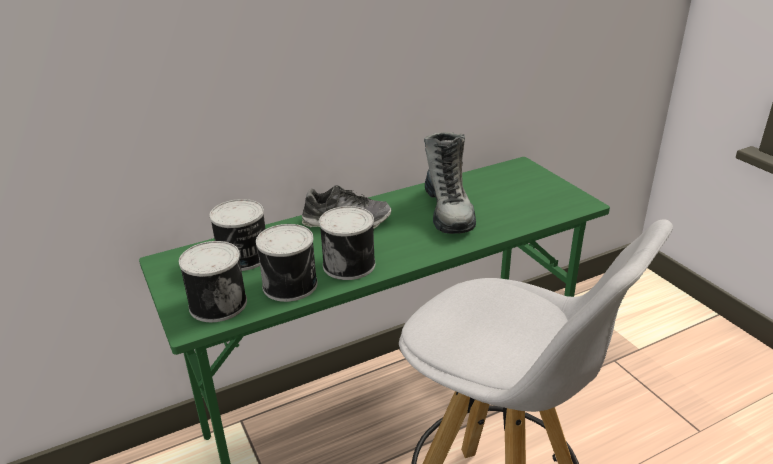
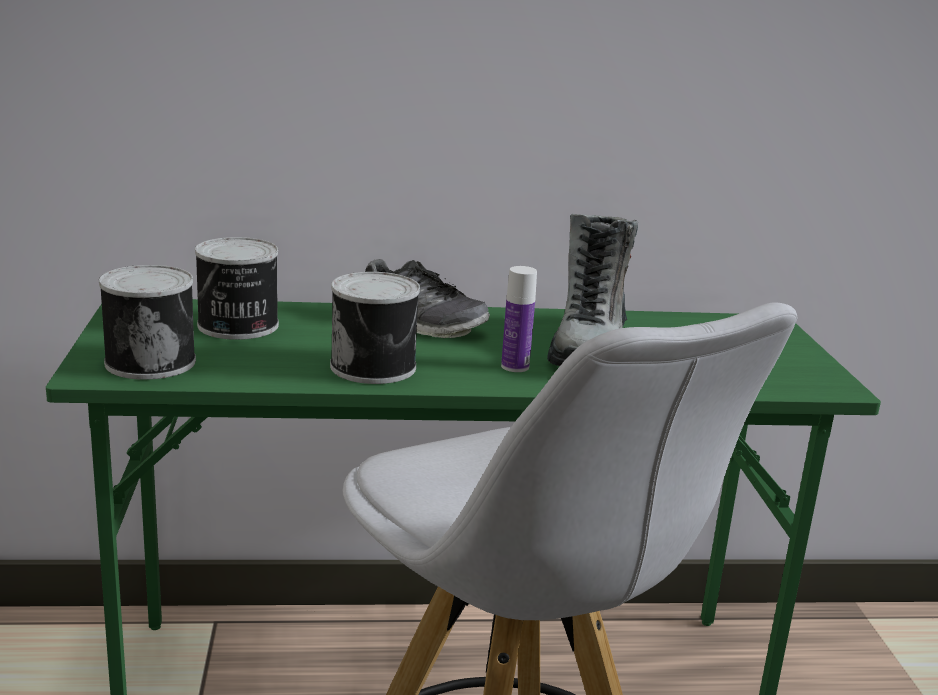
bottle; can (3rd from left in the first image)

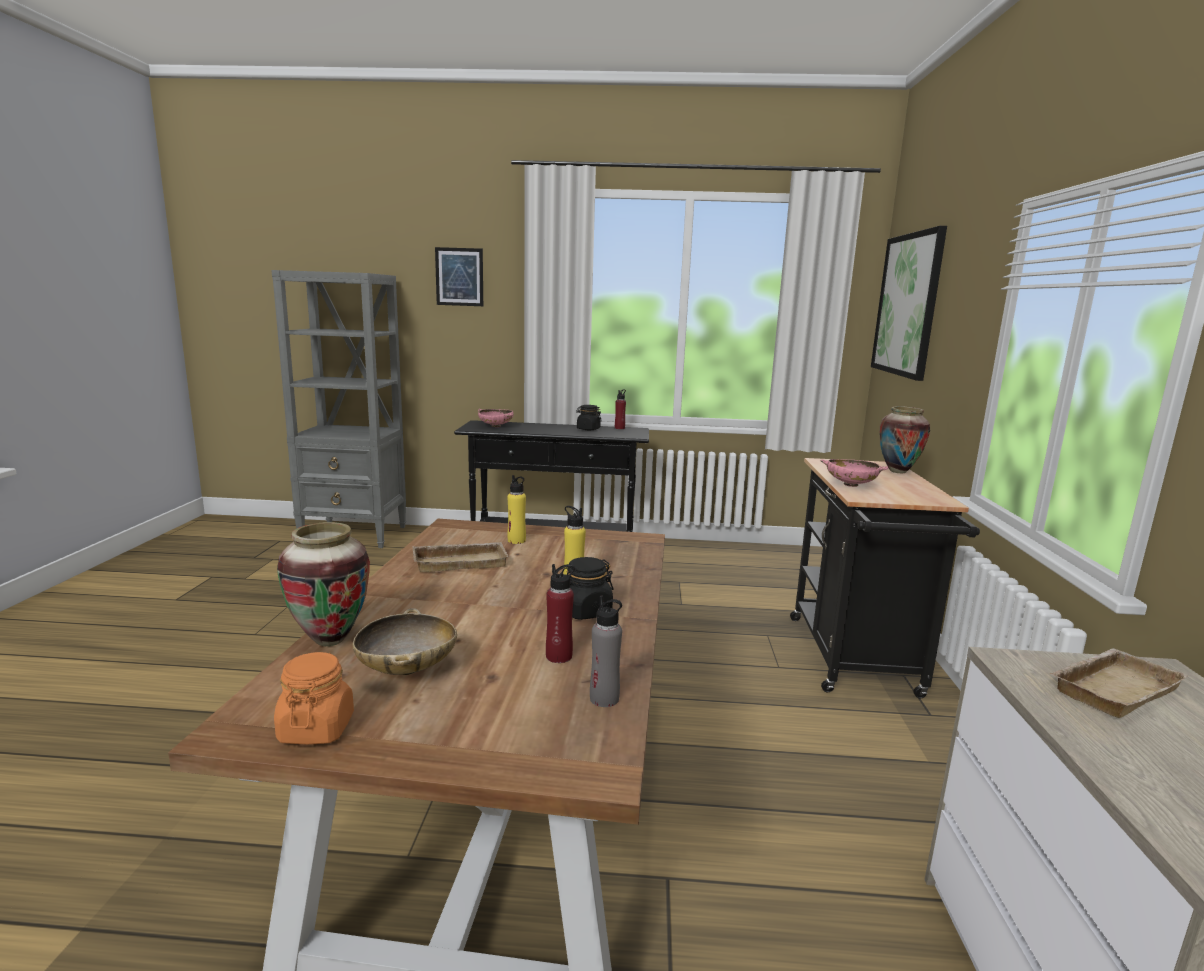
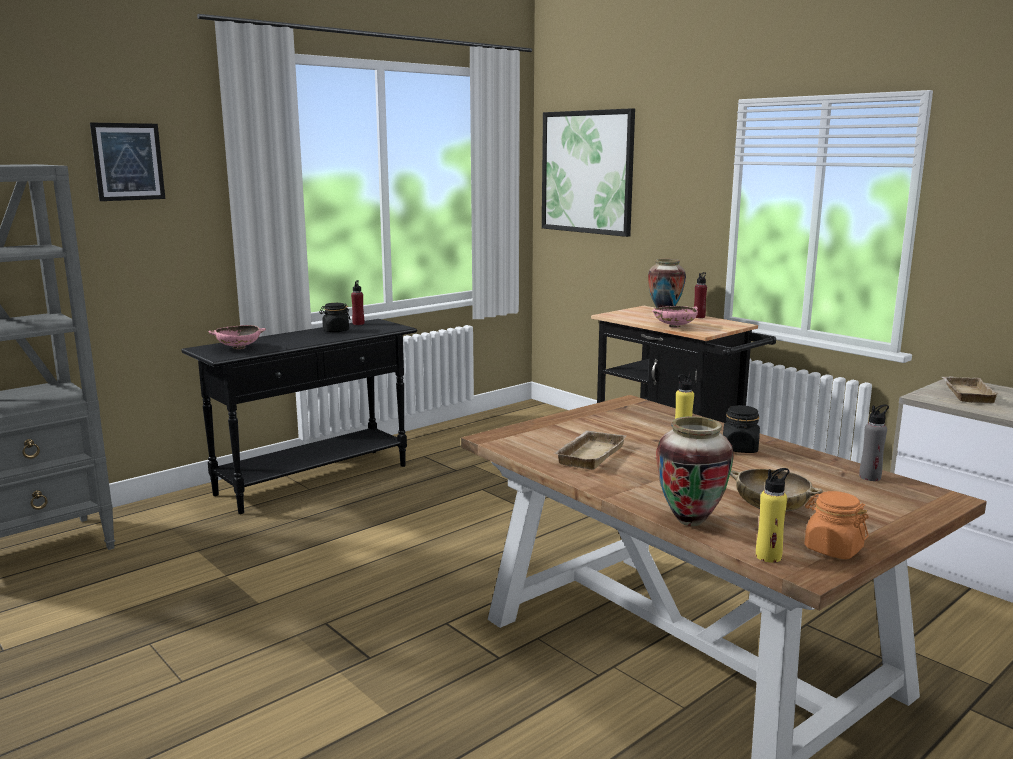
bottle/red (2nd from left); bottle/yellow (2nd from left)

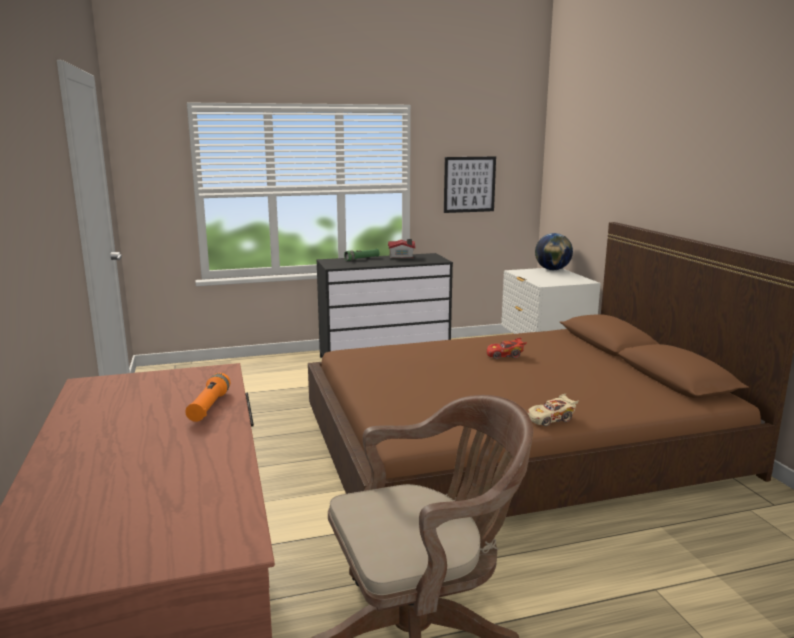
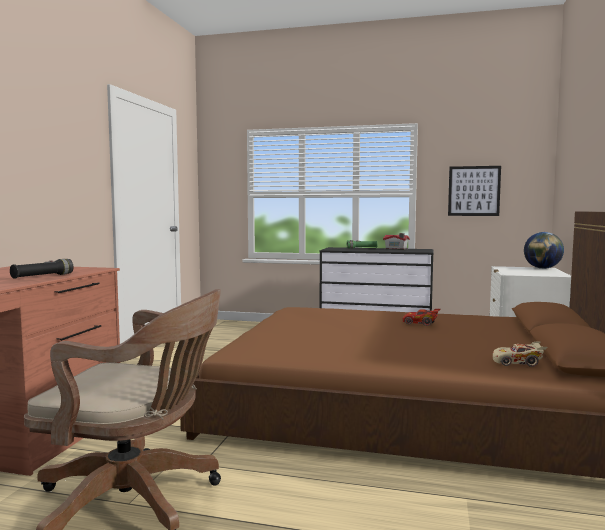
flashlight/black; toy car/beige

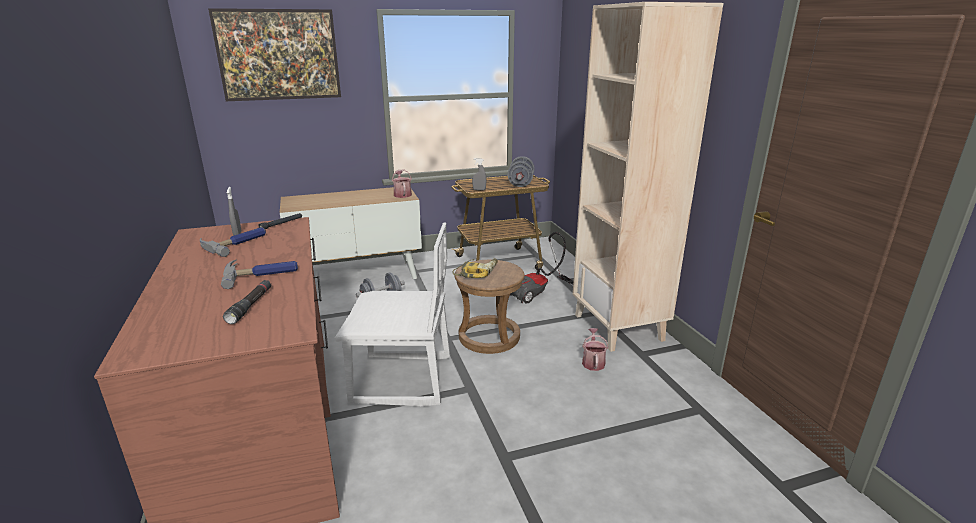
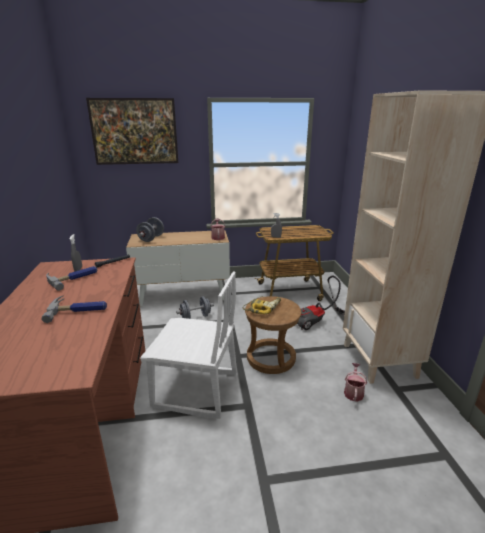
dumbbell/grey (1st from left); flashlight/black (1st from left in the first image)

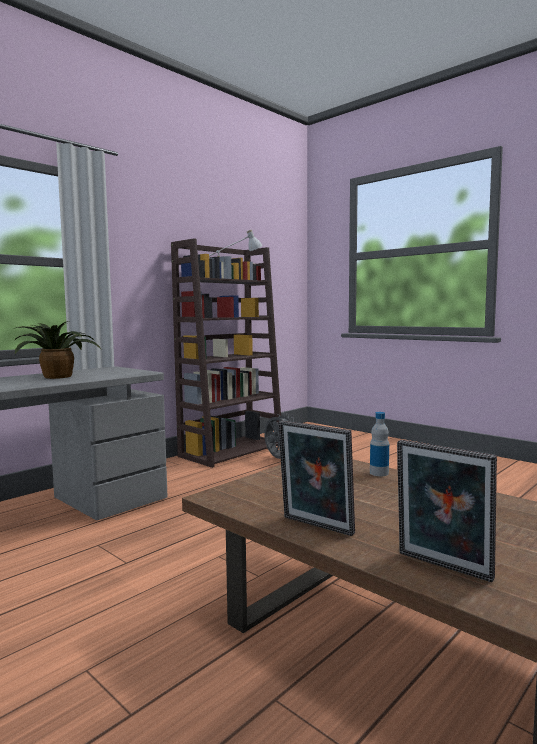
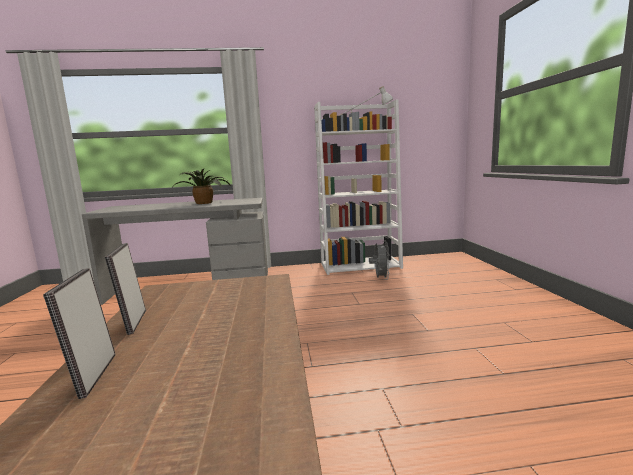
bookcase/white; bottle

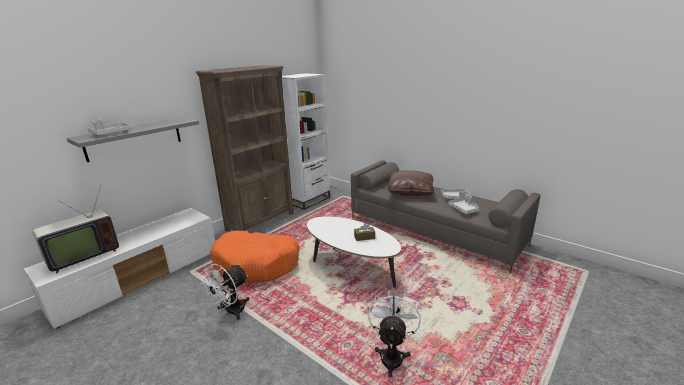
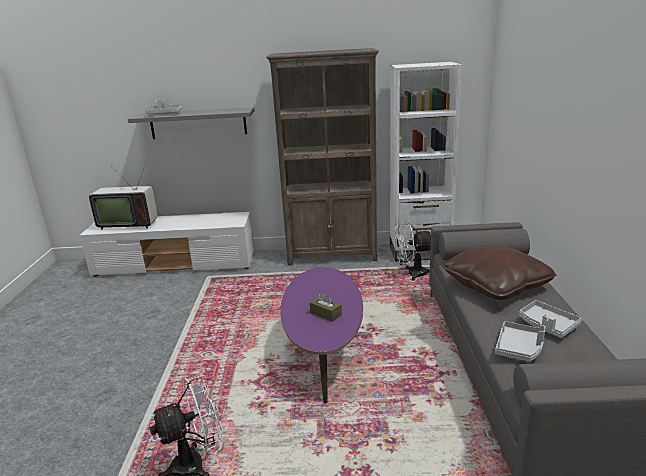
coffee table/purple; fan/white (2nd from left); dog bed/orange

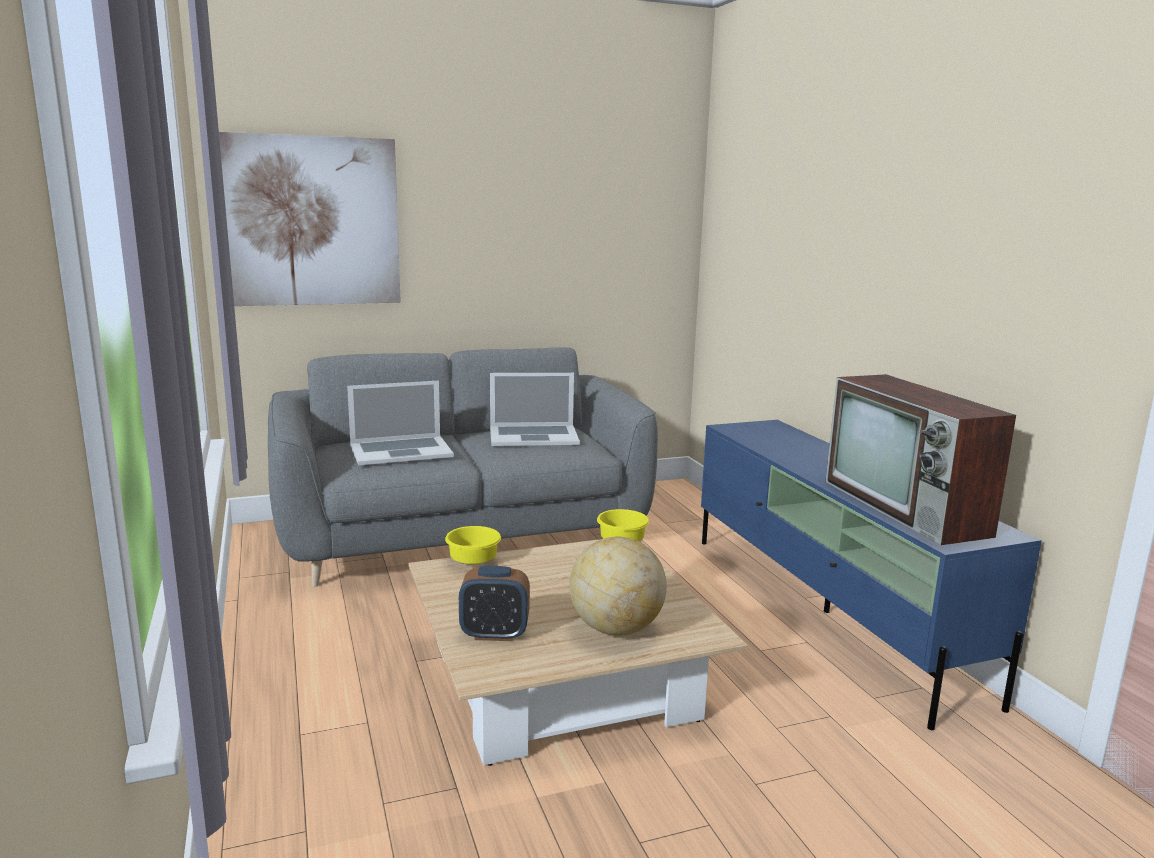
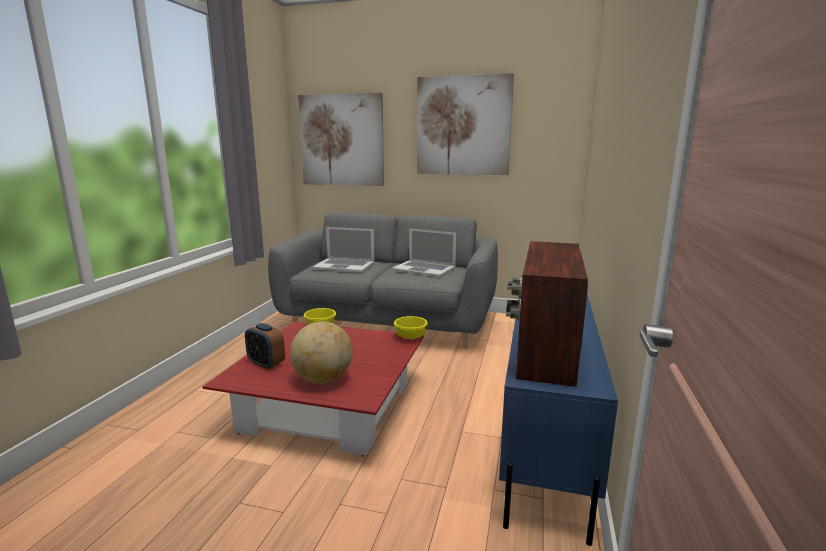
coffee table/red; picture (2nd from left)

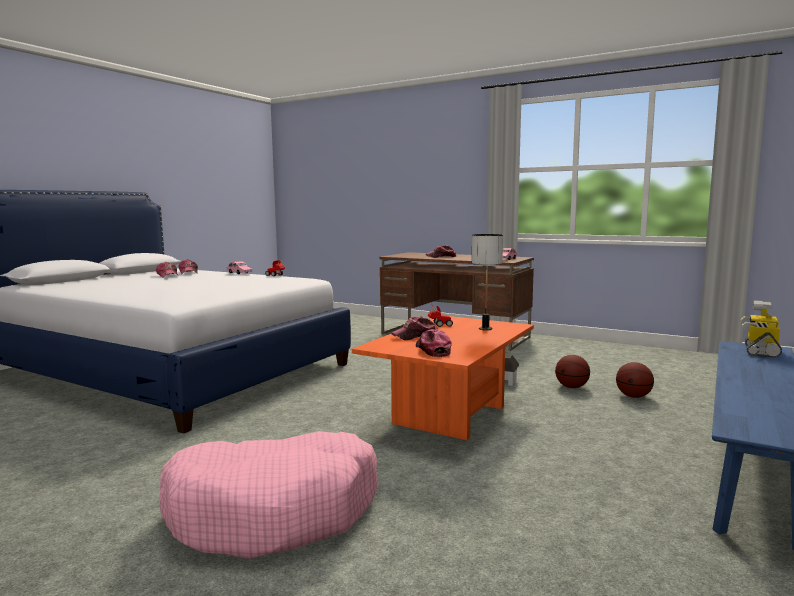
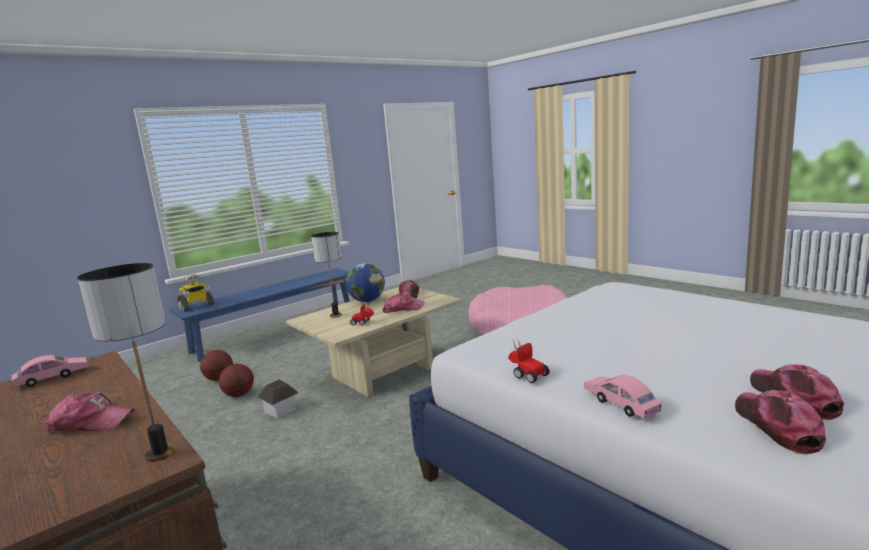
table lamp (1st from left); coffee table/beige; globe

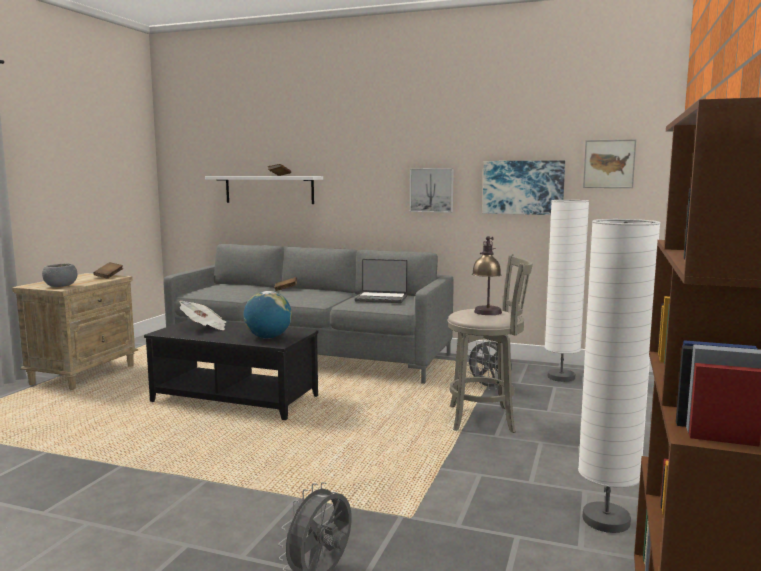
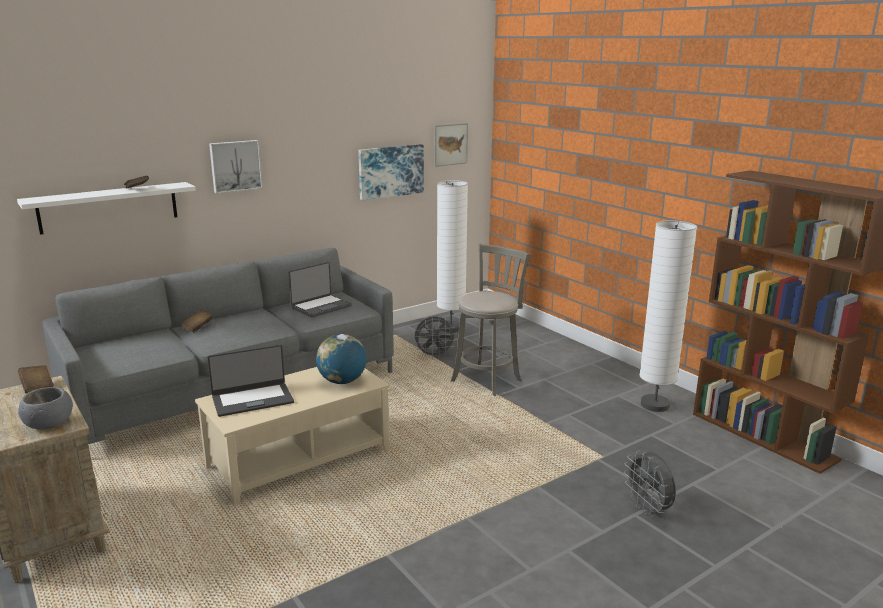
coffee table/beige; laptop (1st from left); picture (1st from left); table lamp

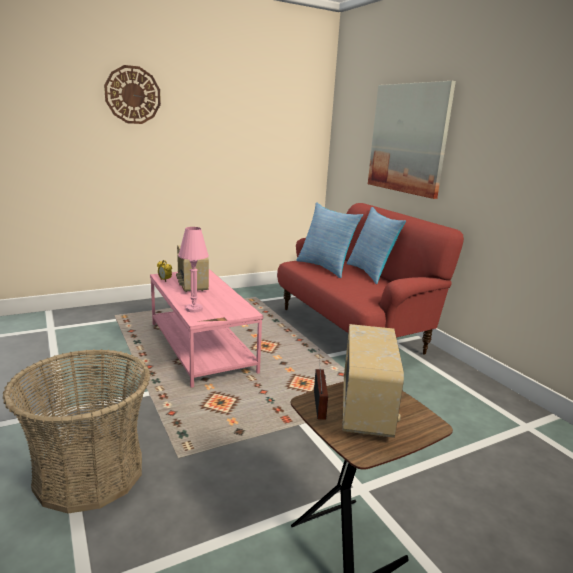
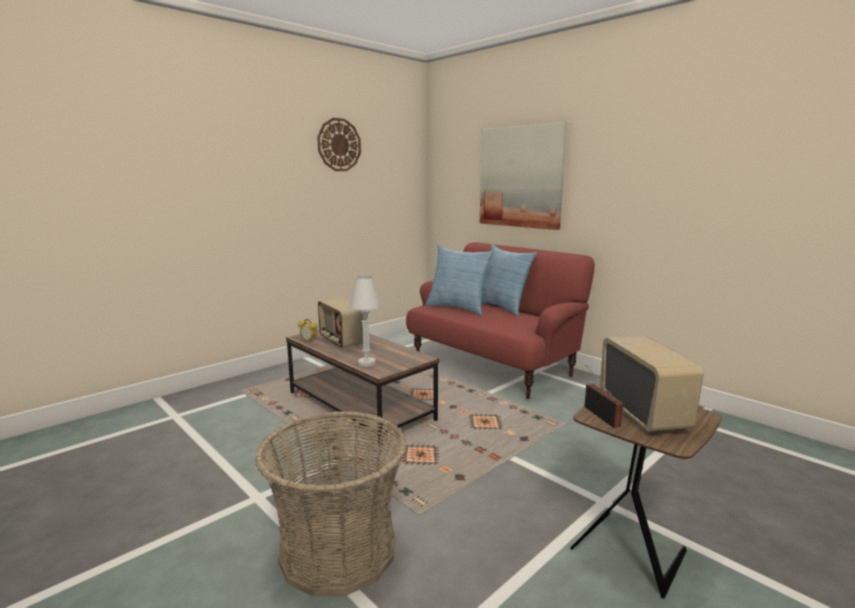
coffee table/brown; wall clock; table lamp/white

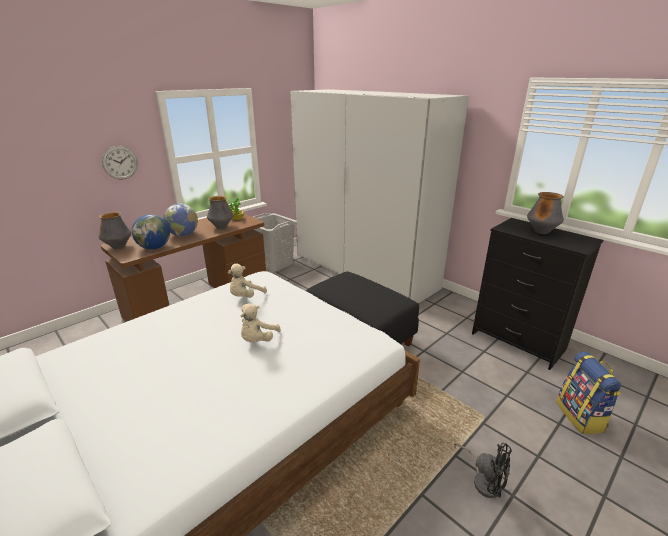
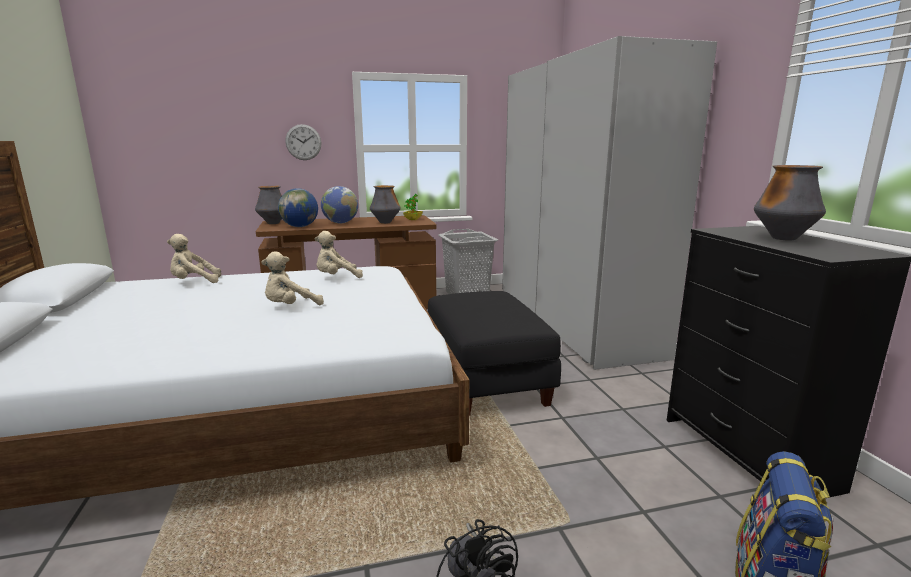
plush toy/beige (1st from left)

